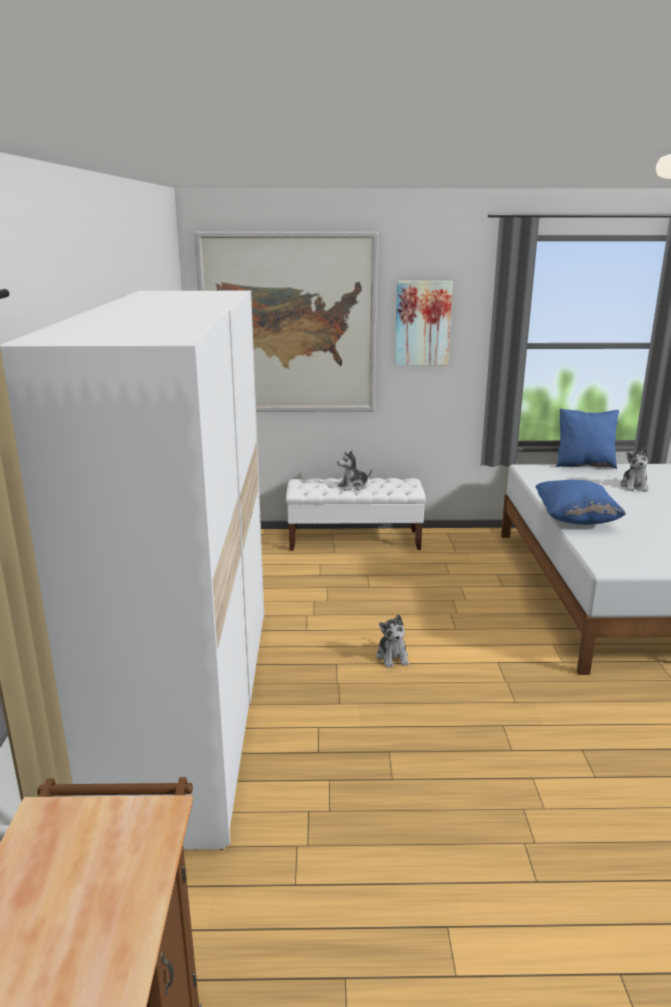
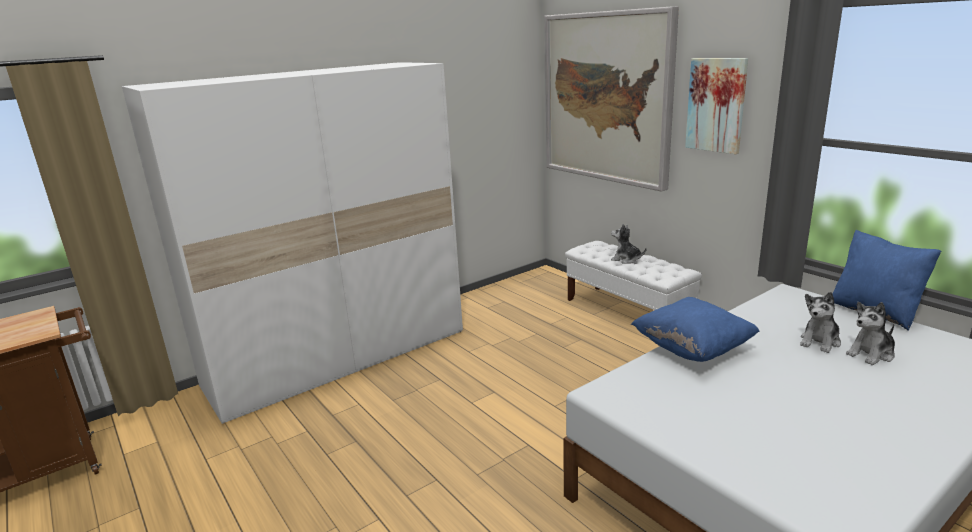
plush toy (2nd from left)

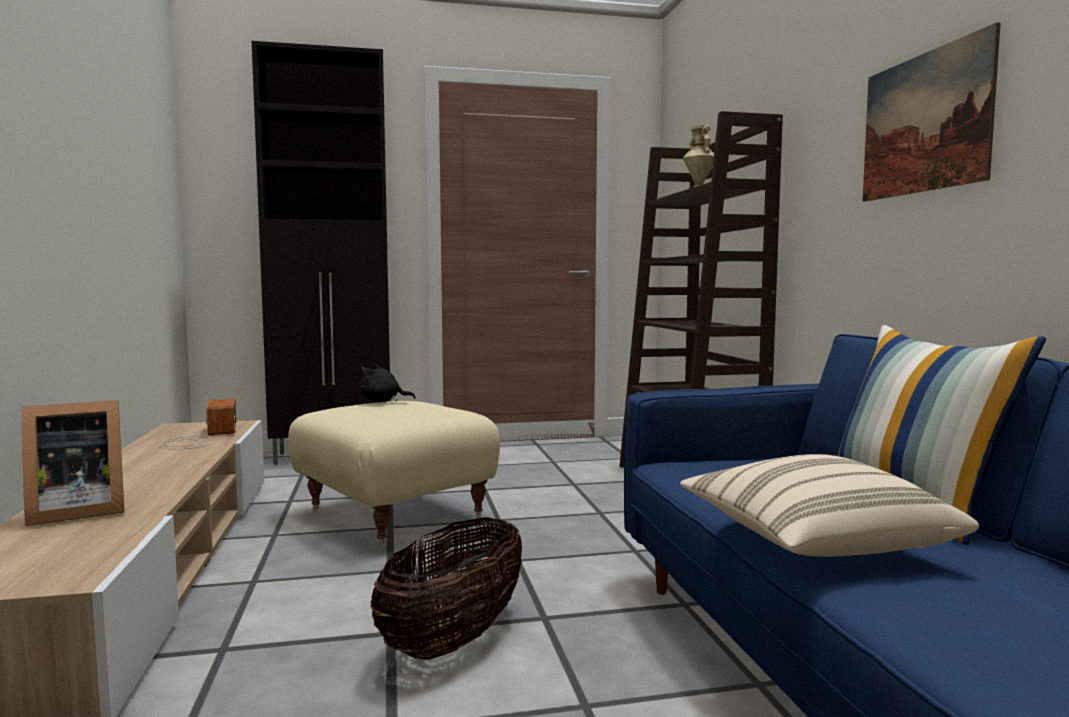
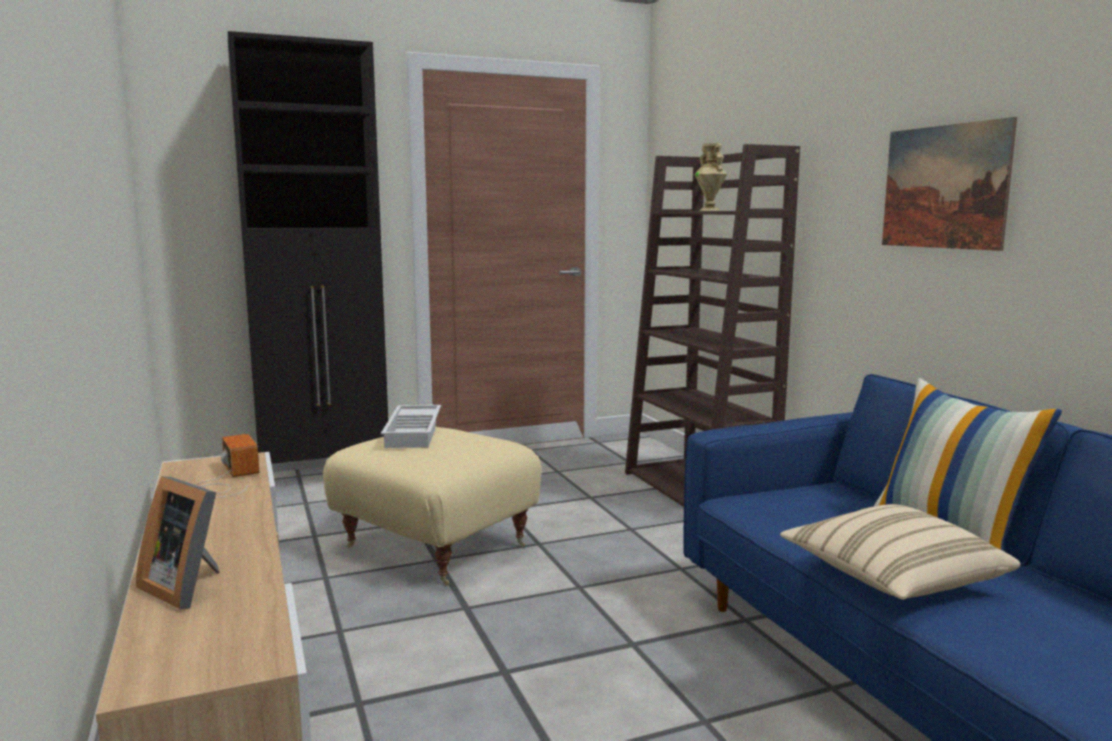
picture frame; tray/white; basket

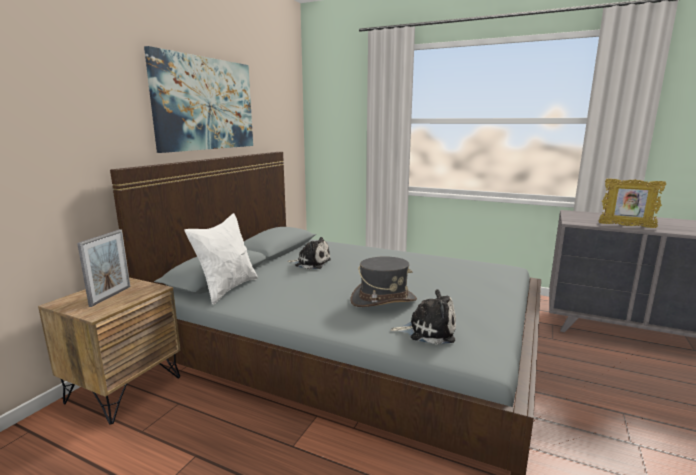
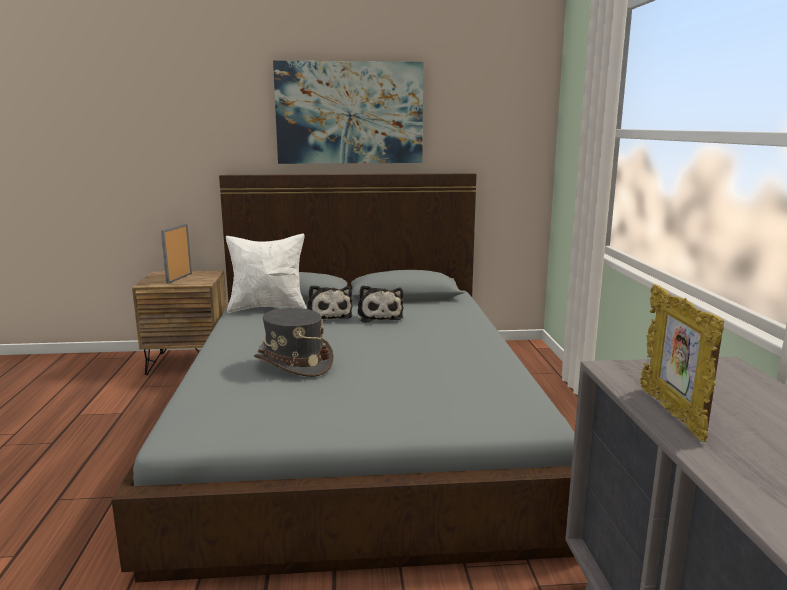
picture frame (1st from left); plush toy (1st from left)

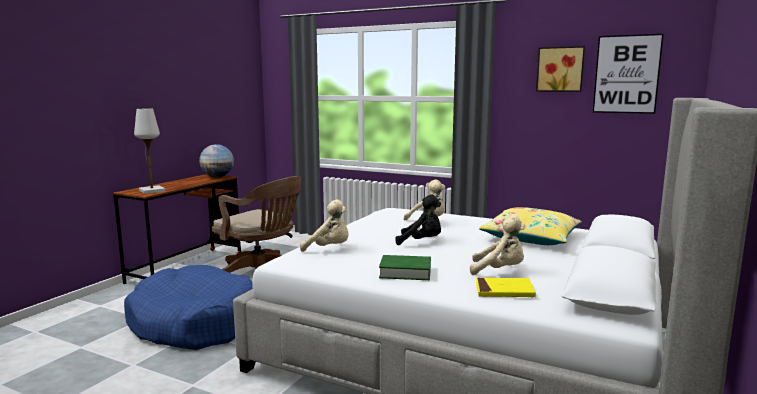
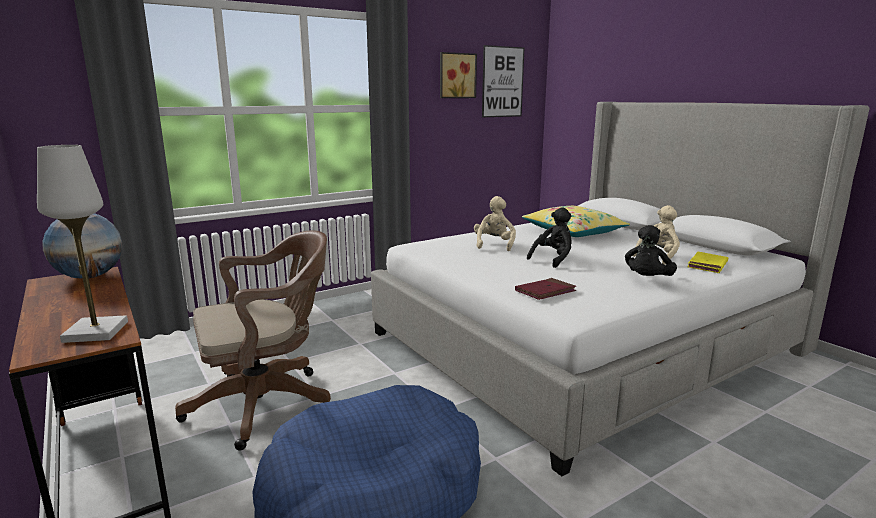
book/red; plush toy/black (2nd from left)

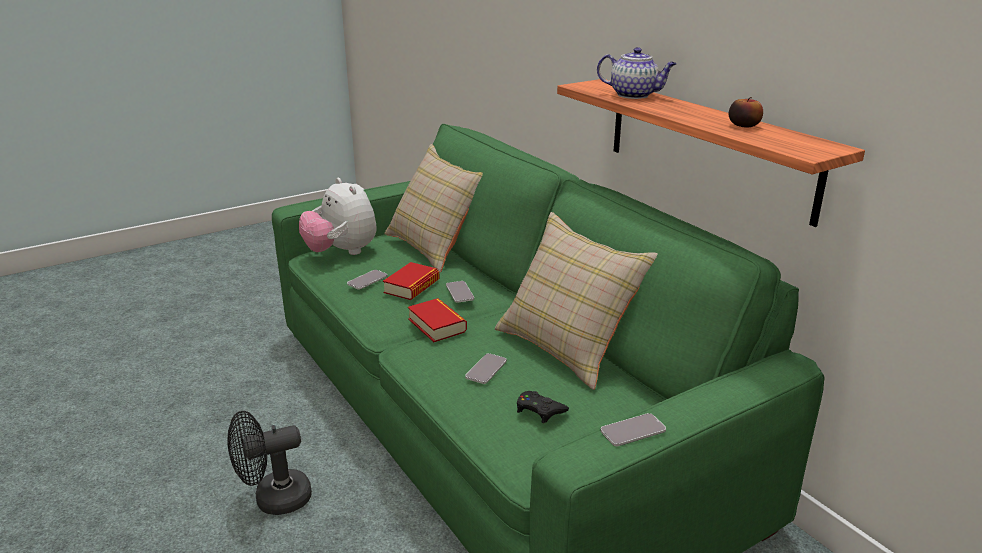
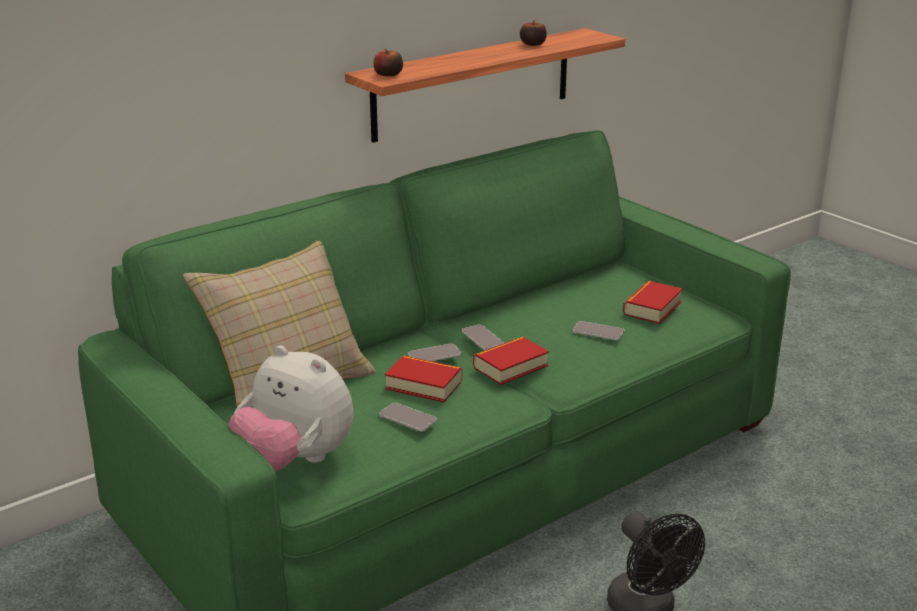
plush toy; apple (1st from left); phone (3rd from left); book (3rd from left); pillow/beige (2nd from left in the first image); teapot

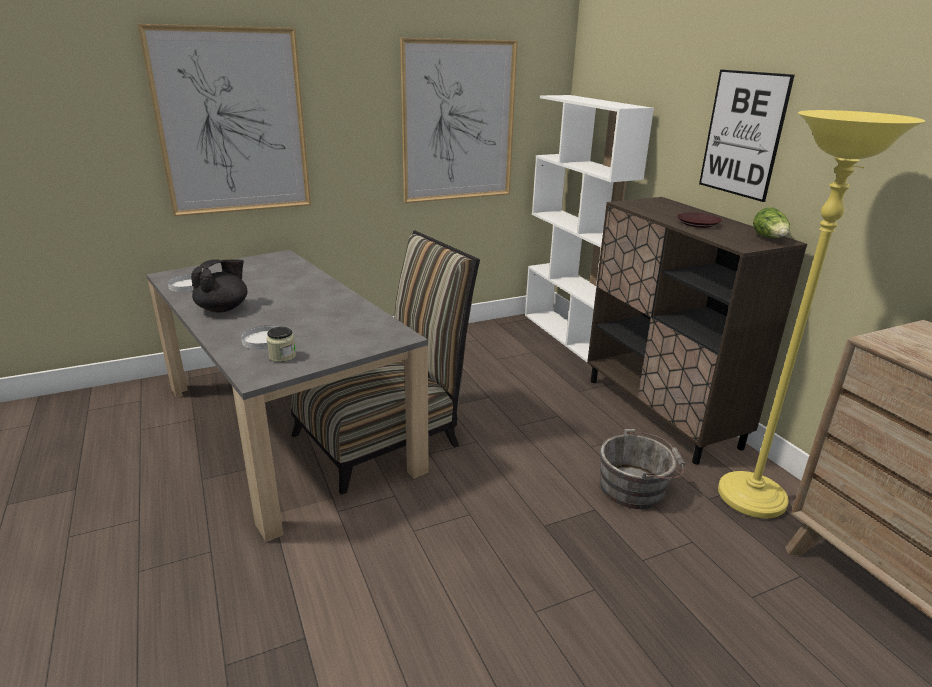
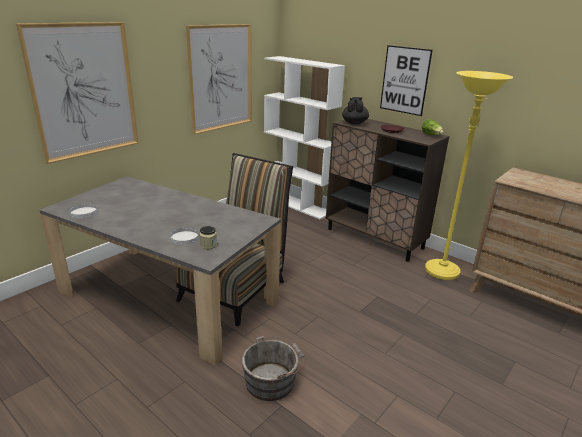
bucket/grey; teapot/black

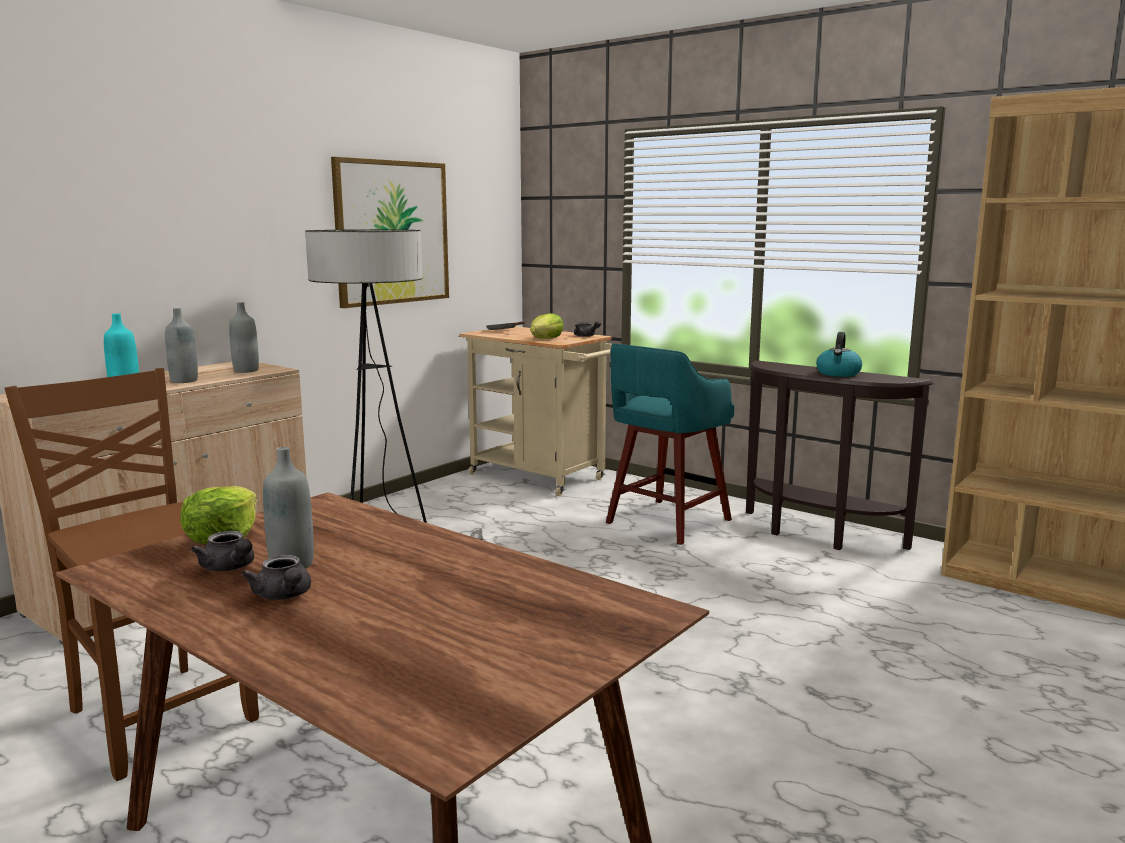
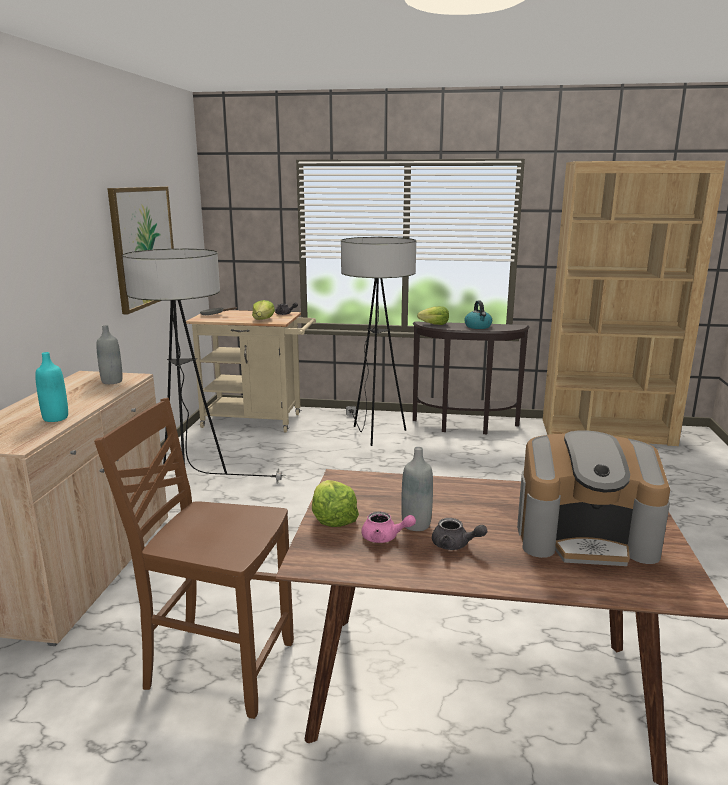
floor lamp (2nd from left); teapot/pink; lettuce (3rd from left); coffee machine; bottle/grey (1st from left in the first image)

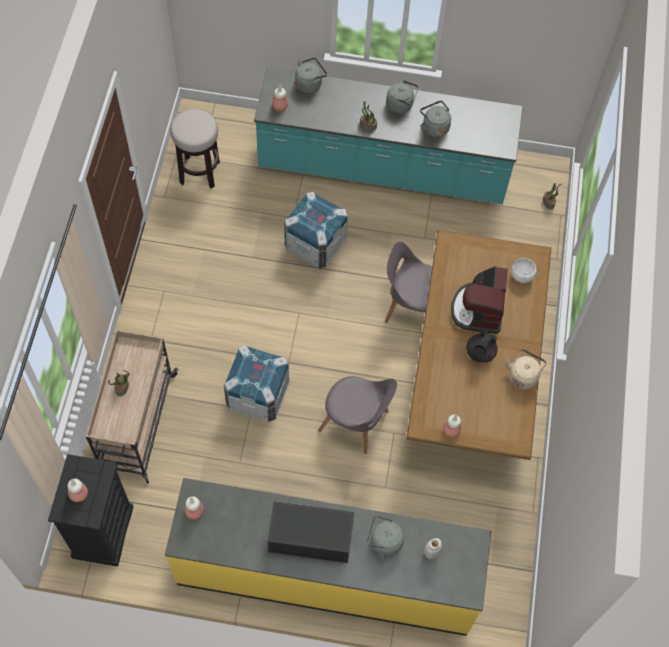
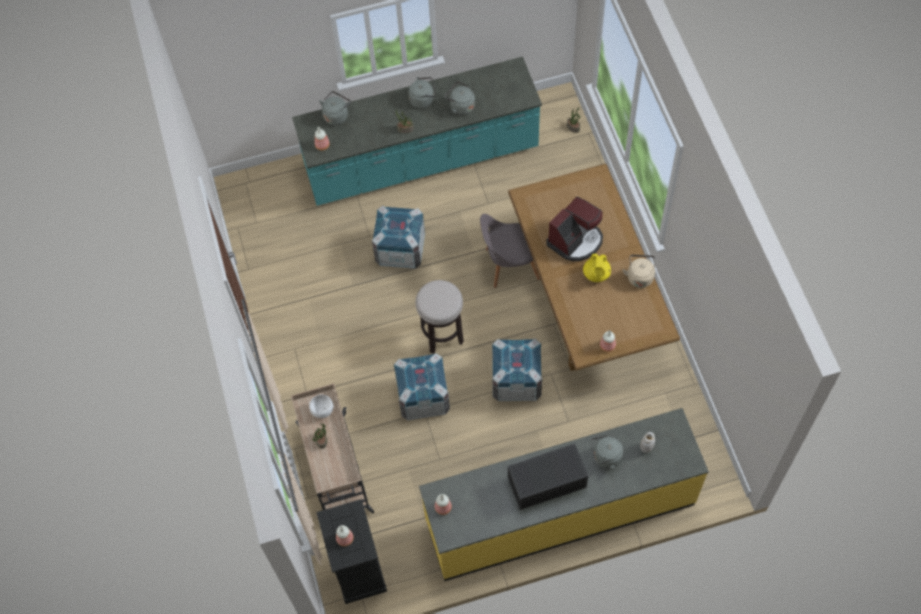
bowl/white; stool; crate (3rd from left); coffee machine; teapot/yellow

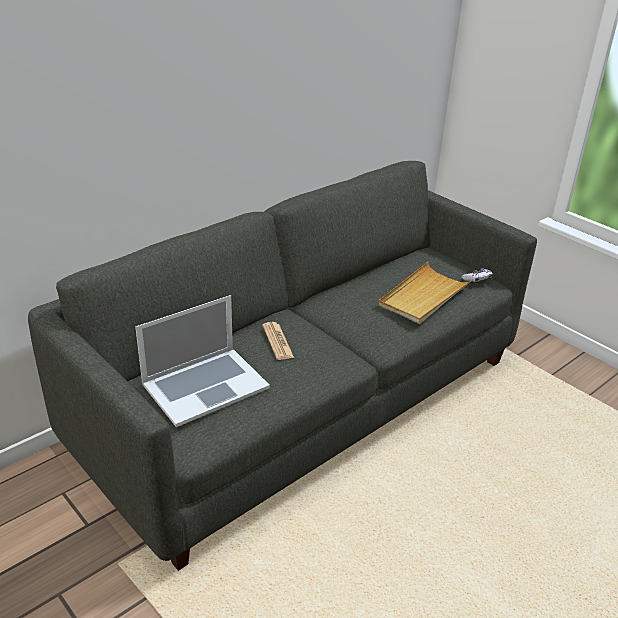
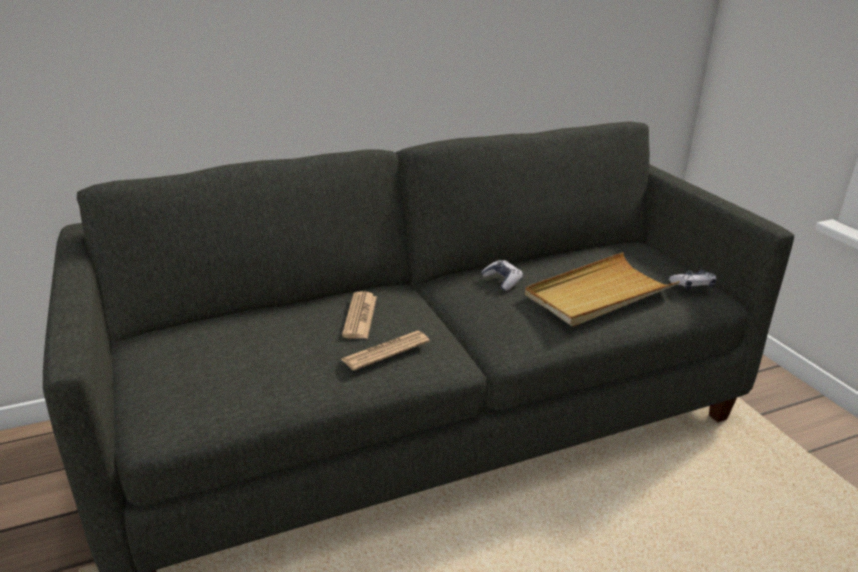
newspaper (2nd from left); game controller (1st from left); laptop

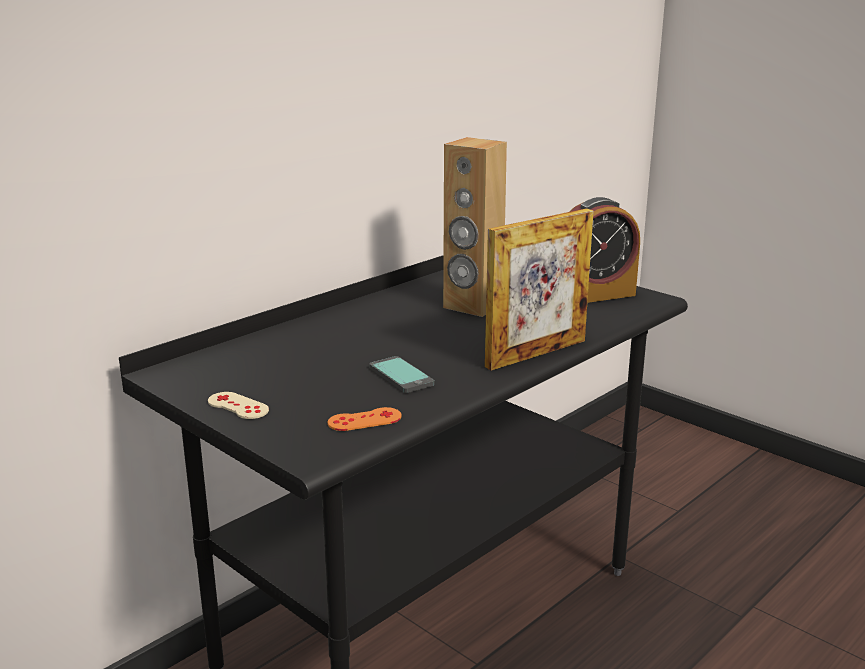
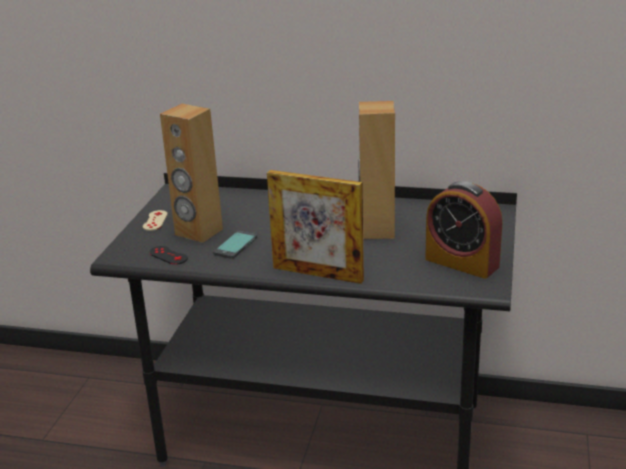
game controller/black; speaker/brown (1st from left)

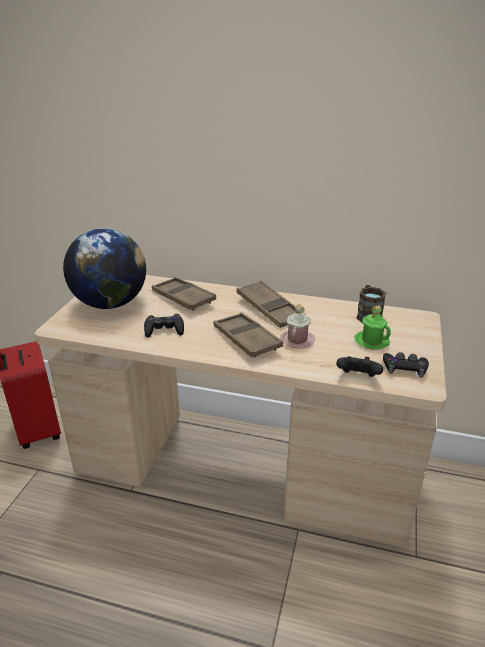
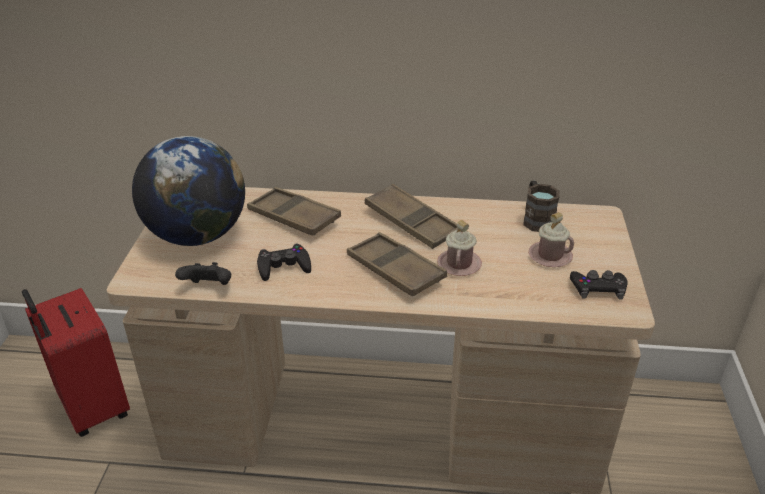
game controller/black (1st from left); mug/pink (2nd from left)

